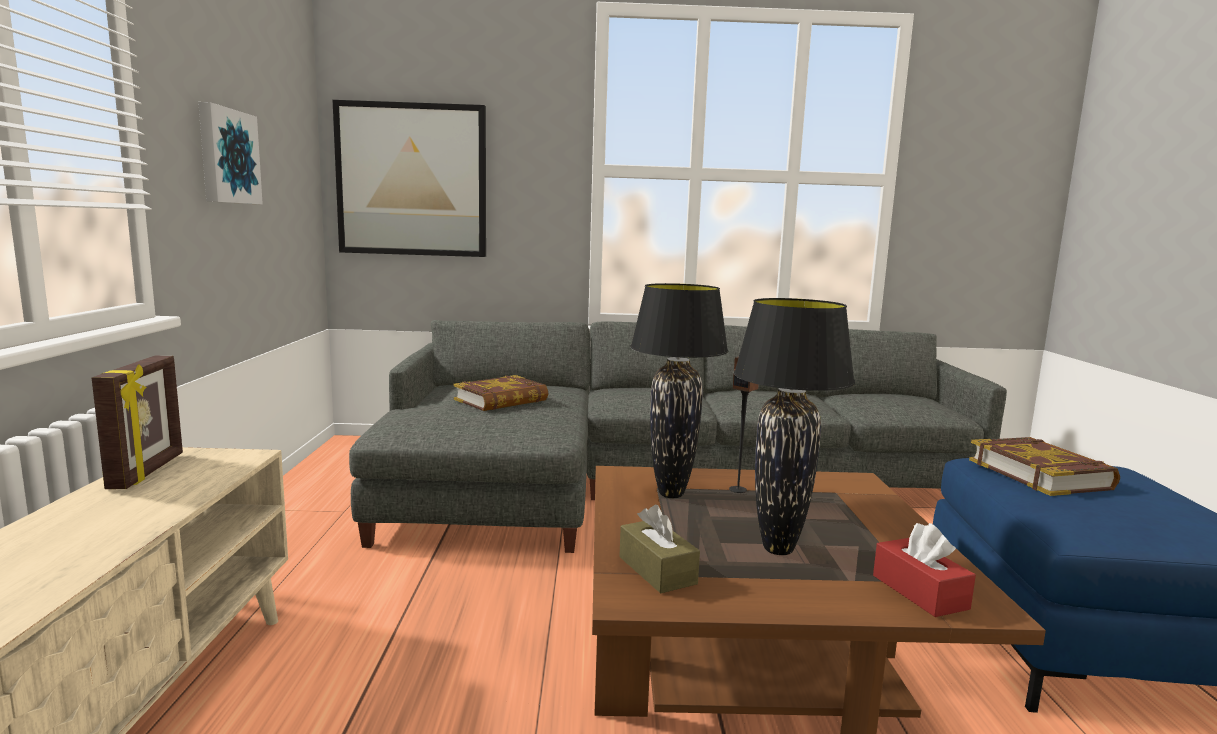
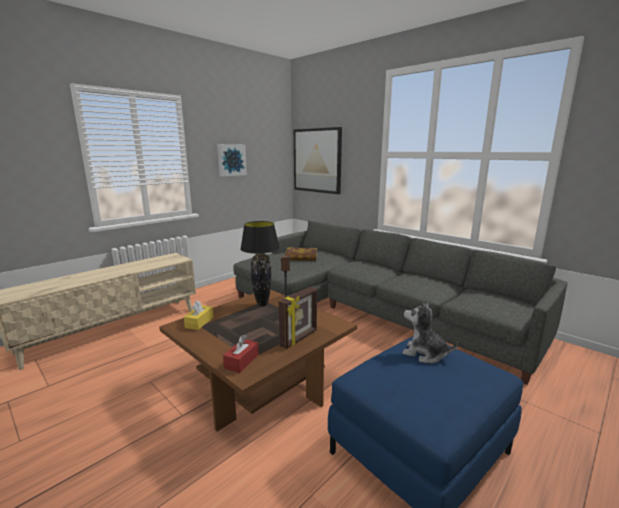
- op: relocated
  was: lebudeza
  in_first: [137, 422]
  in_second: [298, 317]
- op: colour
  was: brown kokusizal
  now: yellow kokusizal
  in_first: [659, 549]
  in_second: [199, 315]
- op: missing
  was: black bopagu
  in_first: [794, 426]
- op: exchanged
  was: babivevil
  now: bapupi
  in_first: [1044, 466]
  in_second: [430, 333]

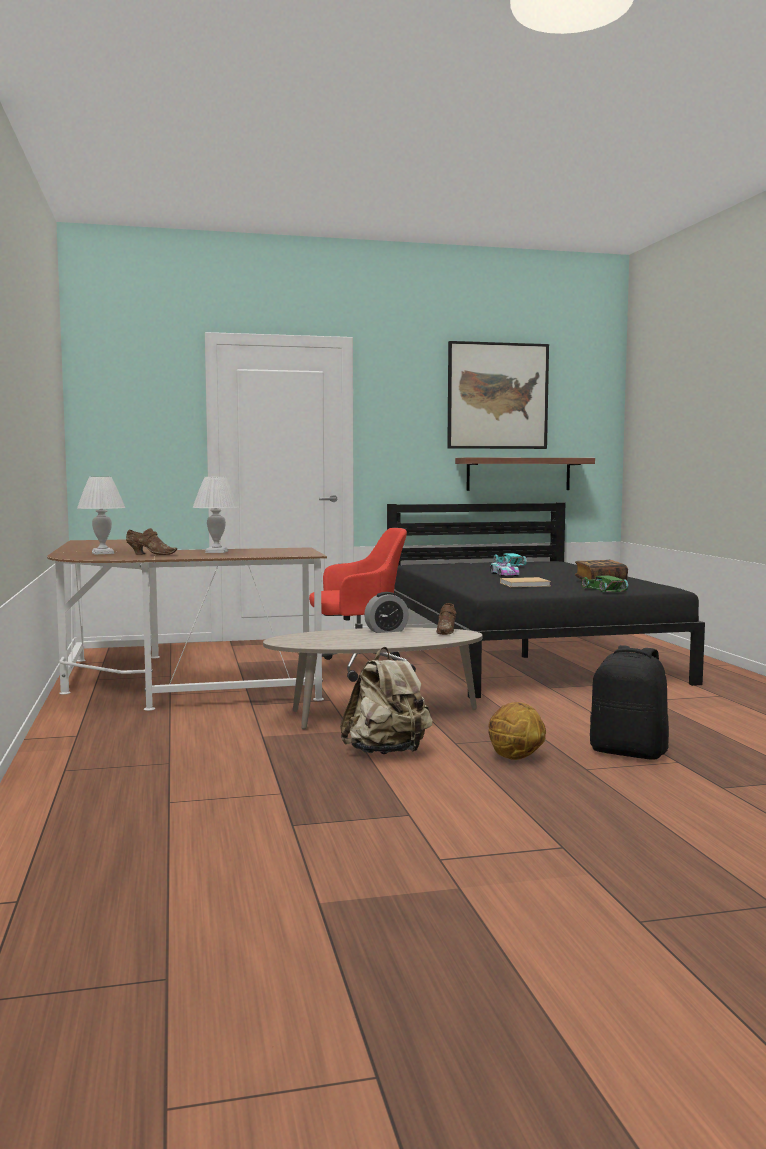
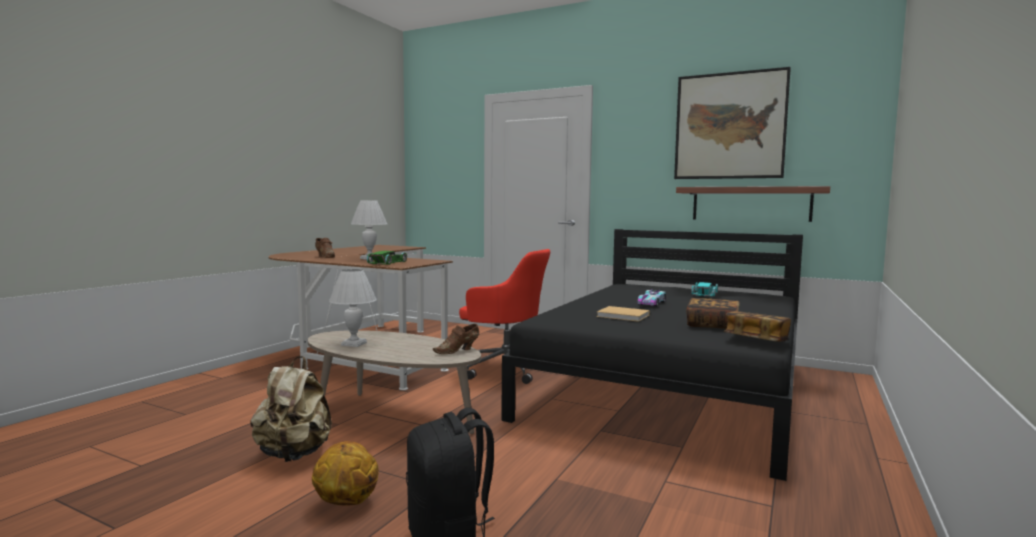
- op: relocated
  was: white bopagu
  in_first: [101, 515]
  in_second: [353, 308]
- op: missing
  was: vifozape
  in_first: [386, 612]
- op: relocated
  was: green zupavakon
  in_first: [604, 583]
  in_second: [386, 258]
- op: appeared
  now: babivevil
  in_second: [757, 326]

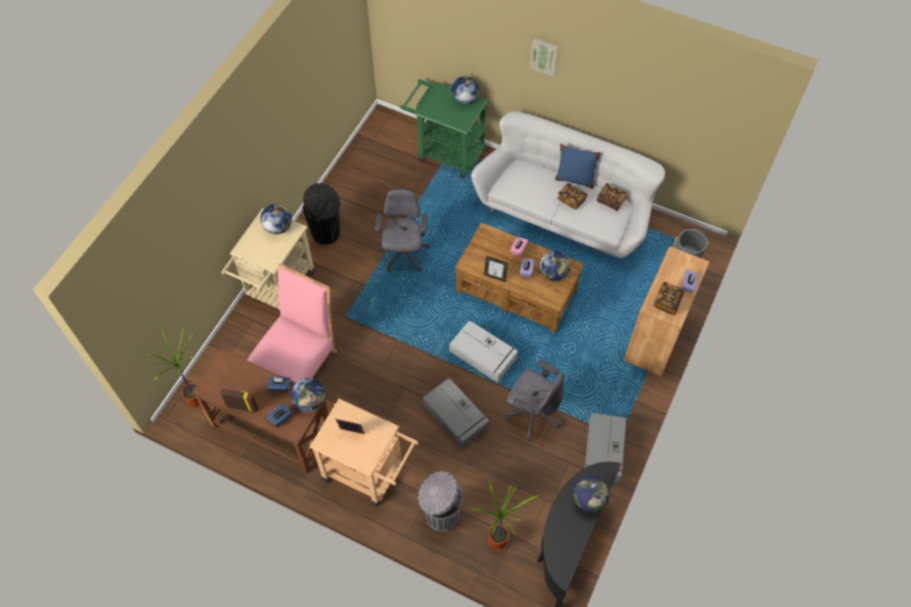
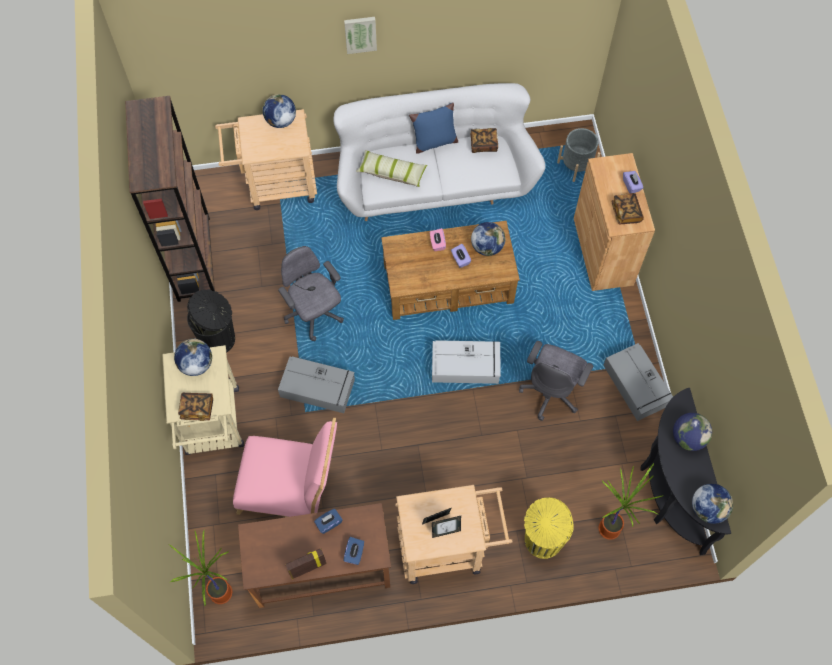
- op: spun
  was: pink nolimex
  in_first: [292, 323]
  in_second: [285, 467]
  clockwise: 105
- op: relocated
  was: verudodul
  in_first: [308, 395]
  in_second: [712, 504]
- op: colour
  was: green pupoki
  now: beige pupoki
  in_first: [444, 128]
  in_second: [266, 159]
- op: colour
  was: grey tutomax
  now: yellow tutomax
  in_first: [440, 501]
  in_second: [549, 528]
- op: relocated
  was: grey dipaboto
  in_first: [456, 413]
  in_second: [316, 384]
- op: relocated
  was: lebudeza
  in_first: [496, 269]
  in_second: [446, 527]
- op: spun
  was: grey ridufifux
  in_first: [534, 401]
  in_second: [556, 381]
  clockwise: 120
- op: relocated
  was: babivevil
  in_first: [572, 196]
  in_second: [195, 407]
- op: appeared
  now: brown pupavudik
  in_second: [170, 199]
- op: appeared
  now: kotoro
  in_second: [391, 168]

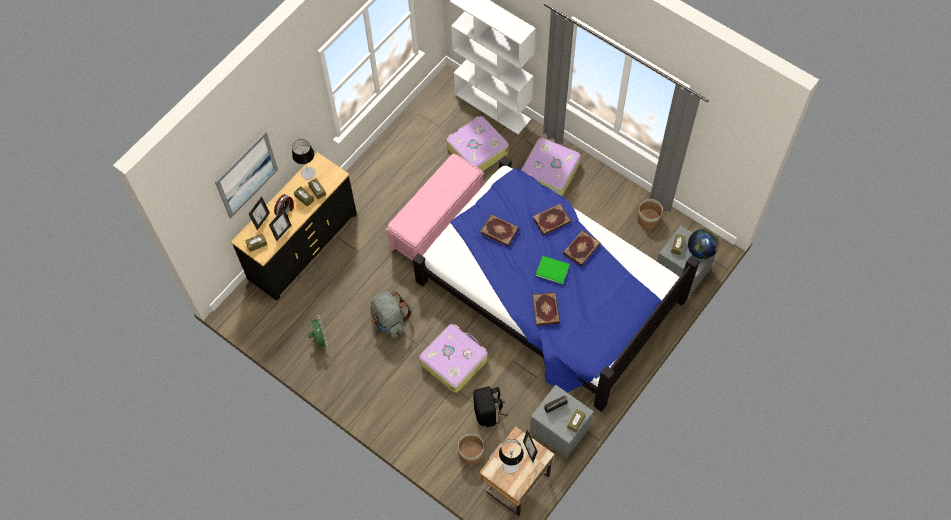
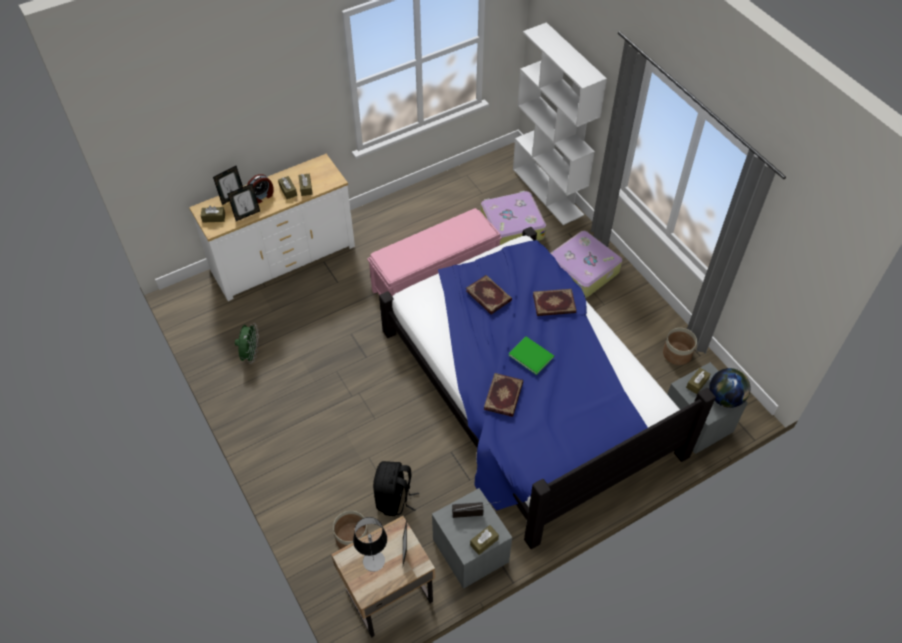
- op: missing
  was: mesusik
  in_first: [246, 174]
- op: colour
  was: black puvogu
  now: white puvogu
  in_first: [294, 226]
  in_second: [272, 227]
- op: missing
  was: bopagu
  in_first: [304, 159]
- op: missing
  was: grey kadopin
  in_first: [391, 314]
- op: missing
  was: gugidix
  in_first: [453, 358]
- op: missing
  was: babivevil
  in_first: [581, 248]

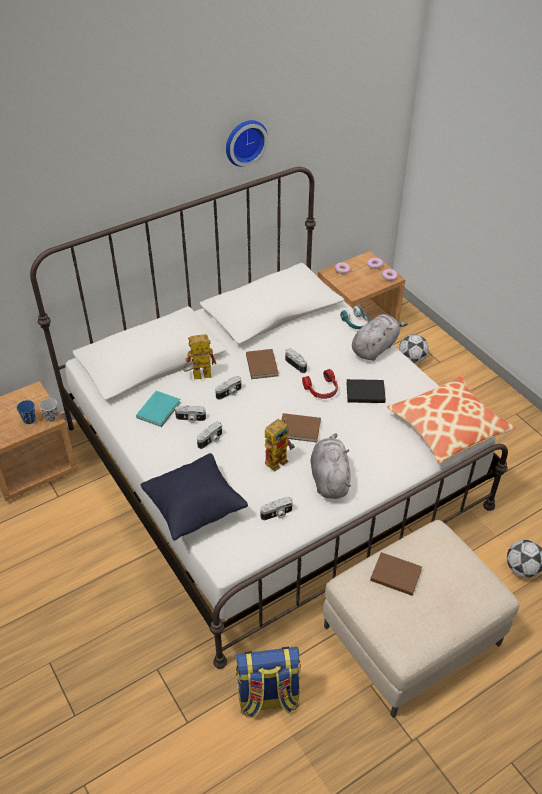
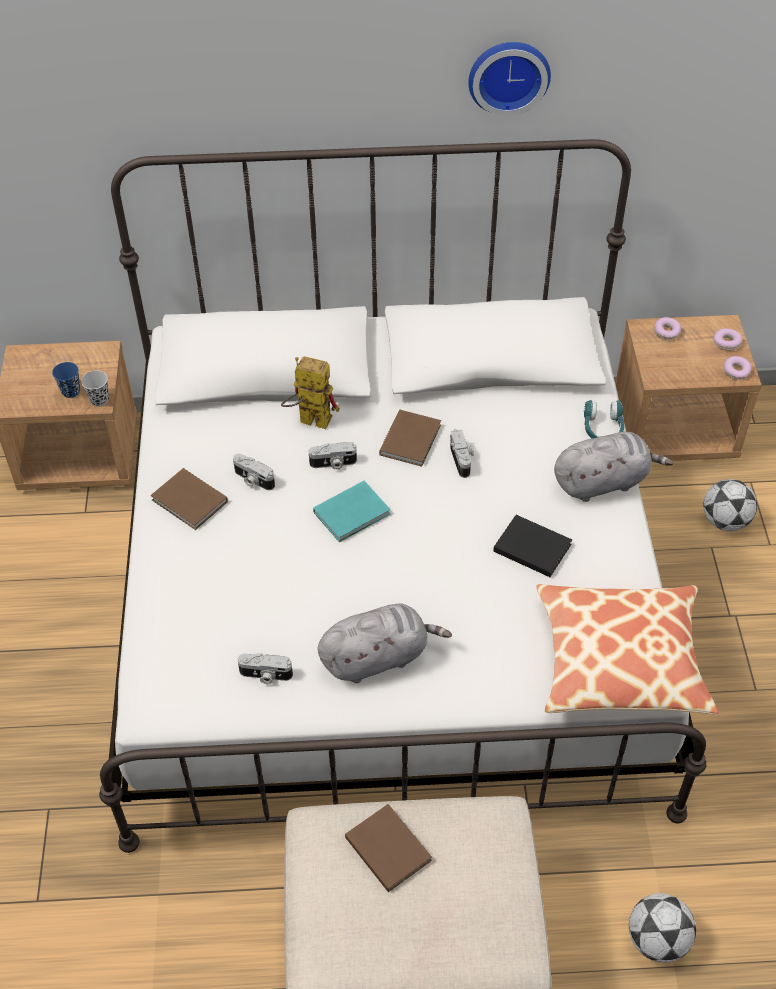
- op: relocated
  was: turquoise babivevil
  in_first: [158, 409]
  in_second: [352, 512]
- op: missing
  was: black kotoro
  in_first: [194, 497]
- op: missing
  was: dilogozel
  in_first: [209, 435]
- op: missing
  was: kadopin
  in_first: [268, 683]
- op: missing
  was: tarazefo
  in_first: [280, 445]
- op: relocated
  was: brown babivevil
  in_first: [301, 427]
  in_second: [189, 499]
- op: missing
  was: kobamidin
  in_first: [320, 384]
- op: spun
  was: grey bapupi
  in_first: [330, 466]
  in_second: [385, 643]
  clockwise: 45

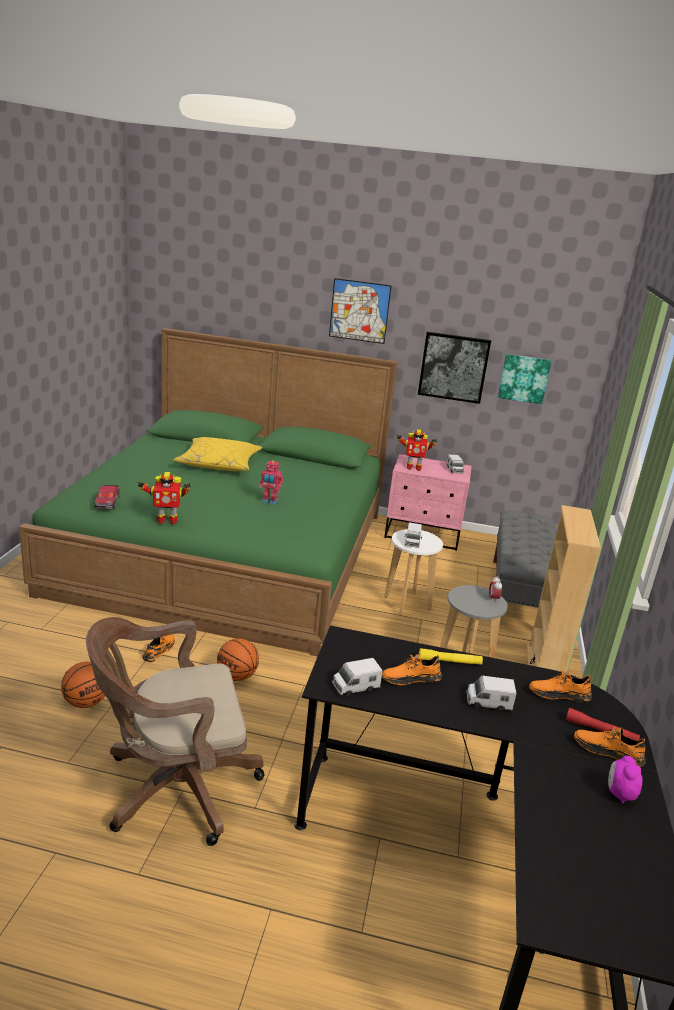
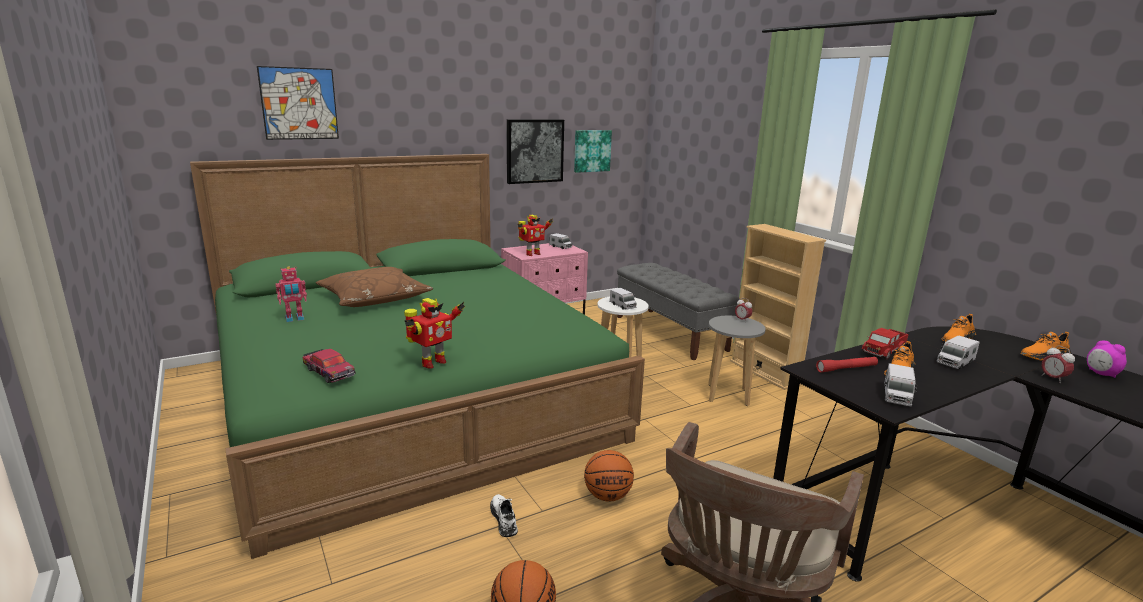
- op: colour
  was: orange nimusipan
  now: white nimusipan
  in_first: [158, 648]
  in_second: [504, 515]
- op: colour
  was: yellow kotoro
  now: brown kotoro
  in_first: [218, 454]
  in_second: [374, 287]
- op: relocated
  was: tarazefo
  in_first: [271, 482]
  in_second: [291, 294]
- op: relocated
  was: mesusik
  in_first: [360, 311]
  in_second: [298, 103]
- op: exchanged
  was: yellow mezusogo
  now: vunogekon
  in_first: [451, 656]
  in_second: [885, 344]
- op: relocated
  was: red mezusogo
  in_first: [603, 724]
  in_second: [847, 365]
- op: appeared
  now: vifozape
  in_second: [1058, 364]

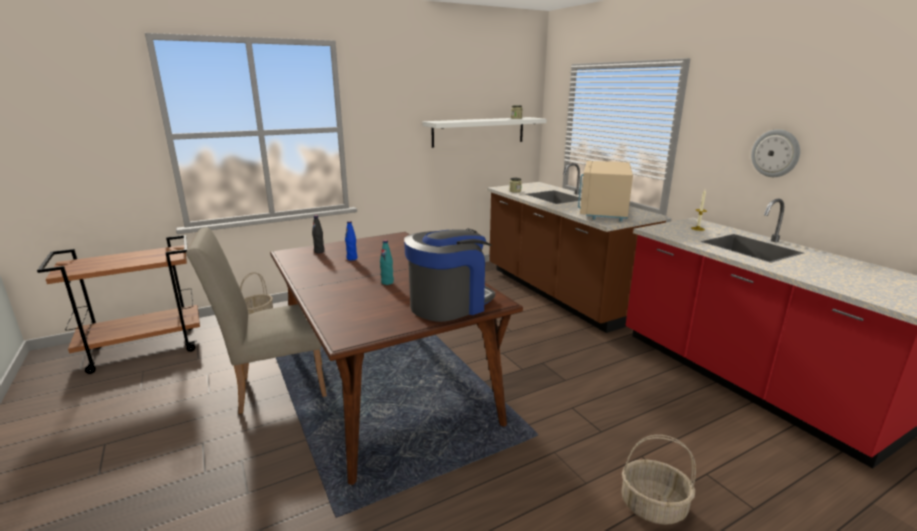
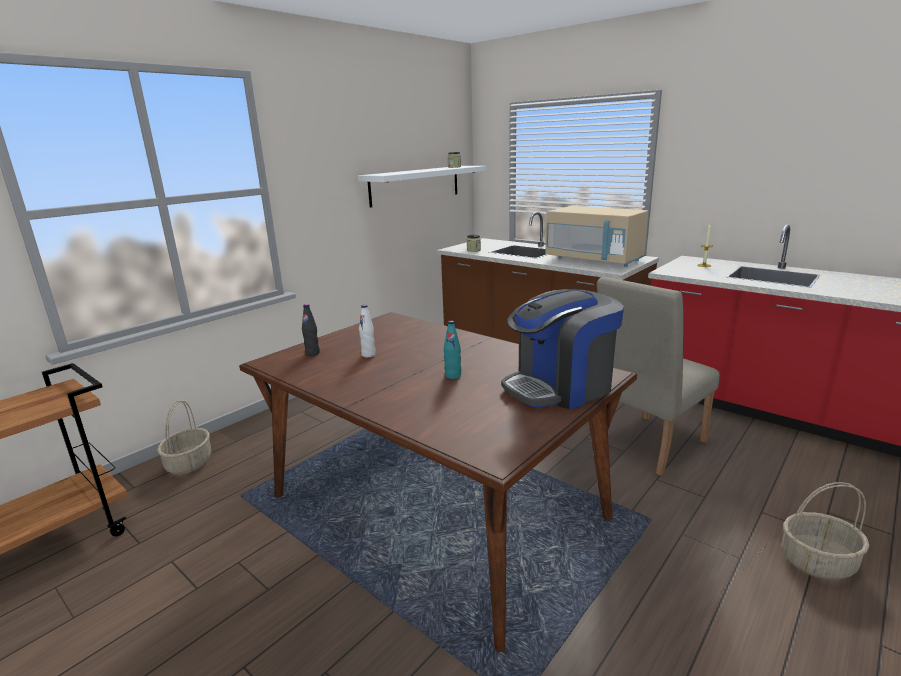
- op: relocated
  was: beige nolimex
  in_first: [256, 320]
  in_second: [658, 376]
- op: colour
  was: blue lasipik
  now: white lasipik
  in_first: [351, 241]
  in_second: [367, 331]
- op: spun
  was: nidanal
  in_first: [449, 275]
  in_second: [562, 349]
  clockwise: -150
- op: spun
  was: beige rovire
  in_first: [605, 191]
  in_second: [596, 236]
  clockwise: -45
- op: missing
  was: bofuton
  in_first: [775, 153]

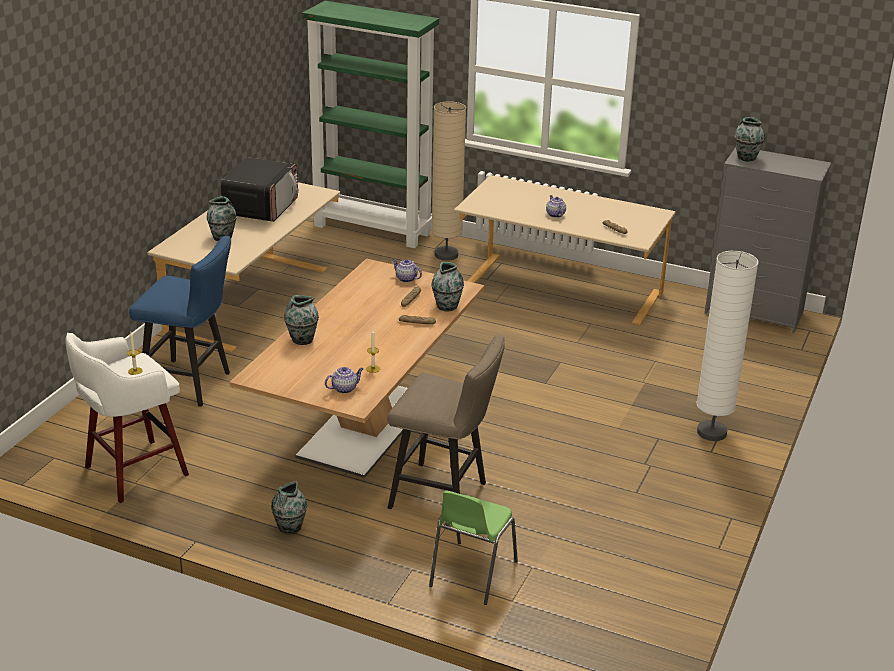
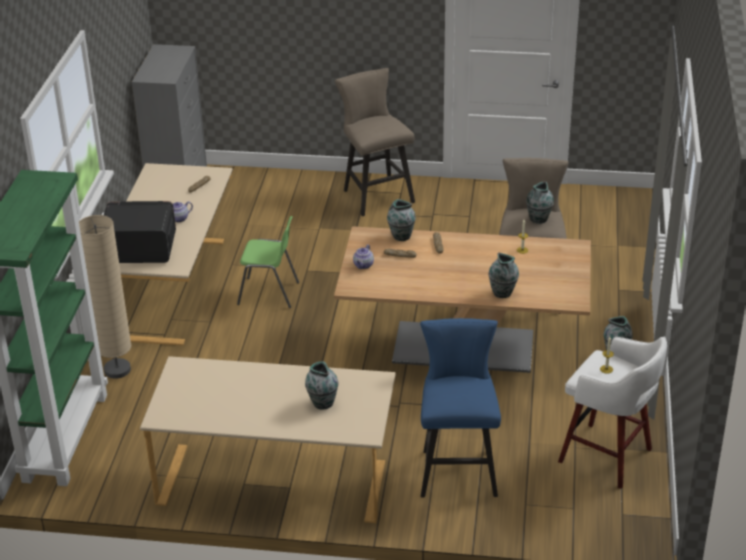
- op: relocated
  was: rovire
  in_first: [259, 189]
  in_second: [140, 232]
- op: missing
  was: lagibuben
  in_first: [344, 380]
- op: relocated
  was: green nolimex
  in_first: [473, 548]
  in_second: [268, 262]
- op: exchanged
  was: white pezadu
  now: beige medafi
  in_first: [727, 346]
  in_second: [375, 142]
- op: relocated
  was: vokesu
  in_first: [749, 139]
  in_second: [540, 202]

